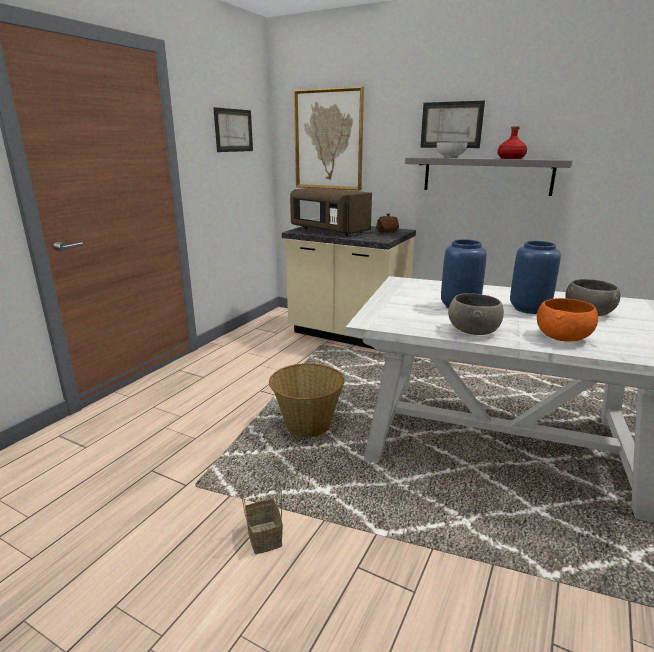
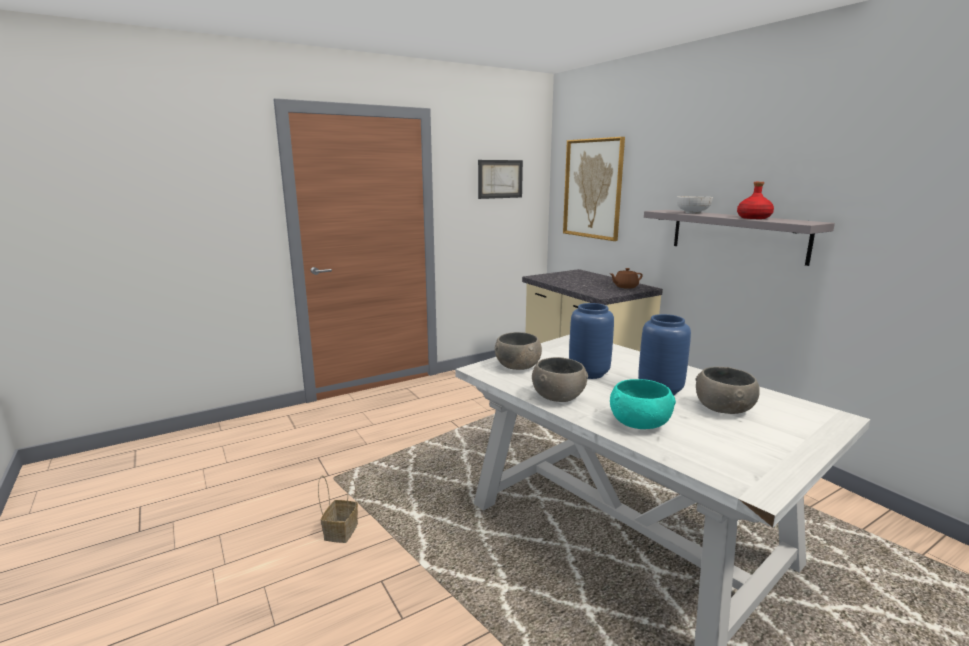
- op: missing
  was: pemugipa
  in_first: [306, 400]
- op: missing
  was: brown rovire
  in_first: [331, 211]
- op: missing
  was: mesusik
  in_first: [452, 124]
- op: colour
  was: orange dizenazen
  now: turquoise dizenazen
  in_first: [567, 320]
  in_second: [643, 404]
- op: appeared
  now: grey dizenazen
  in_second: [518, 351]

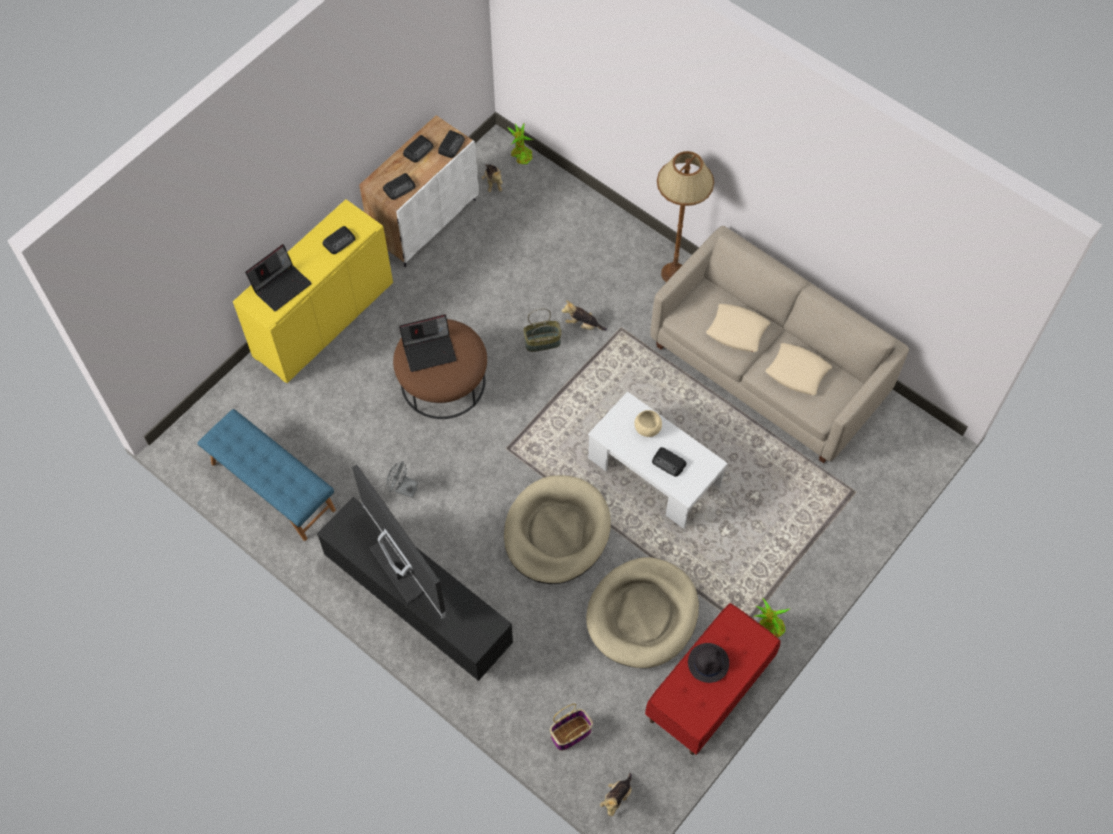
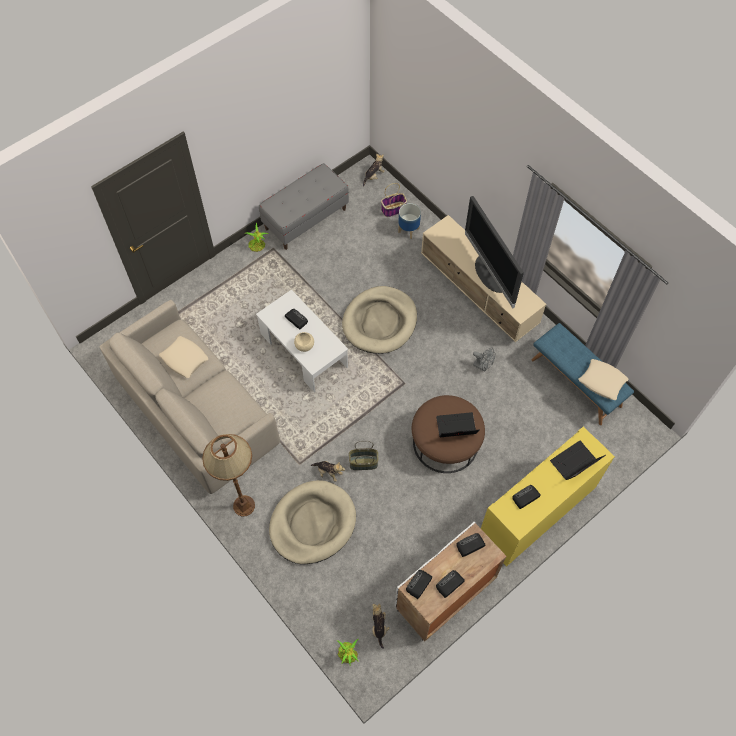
- op: colour
  was: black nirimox
  now: beige nirimox
  in_first: [415, 589]
  in_second: [483, 278]
- op: relocated
  was: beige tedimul
  in_first: [642, 612]
  in_second: [312, 522]
- op: colour
  was: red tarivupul
  now: grey tarivupul
  in_first: [713, 679]
  in_second: [304, 206]
- op: missing
  was: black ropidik
  in_first: [708, 663]
- op: relocated
  was: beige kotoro
  in_first: [738, 328]
  in_second: [603, 379]
- op: appeared
  now: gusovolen
  in_second: [409, 221]

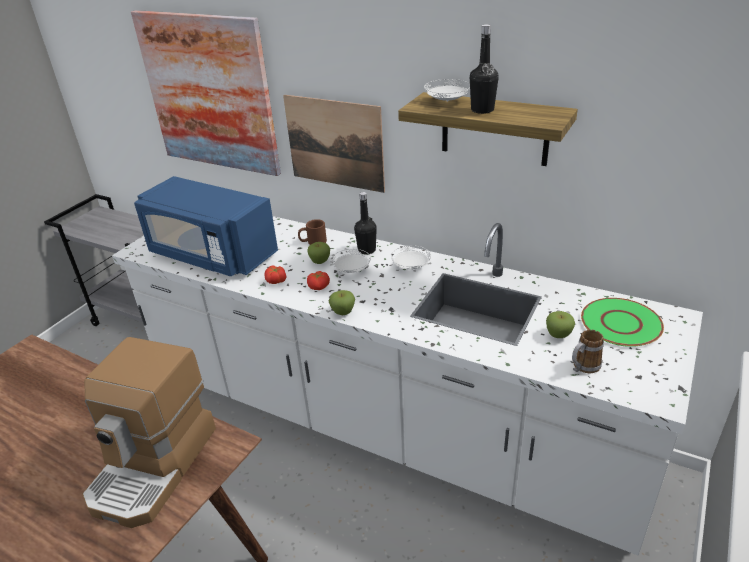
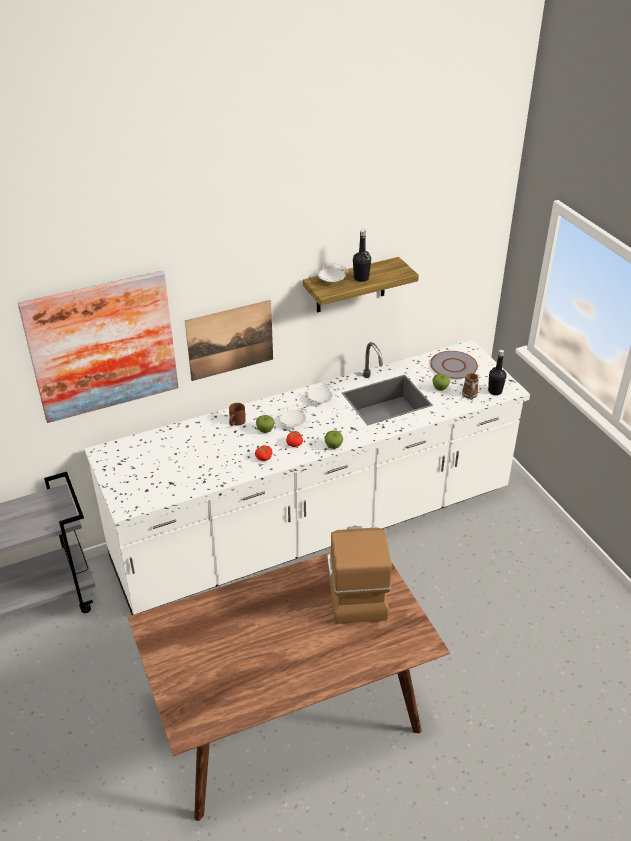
- op: spun
  was: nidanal
  in_first: [149, 432]
  in_second: [359, 575]
  clockwise: -150
- op: missing
  was: blue rovire
  in_first: [206, 226]
- op: relocated
  was: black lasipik
  in_first: [365, 223]
  in_second: [497, 372]
- op: colour
  was: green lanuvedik
  now: grey lanuvedik
  in_first: [622, 322]
  in_second: [454, 365]

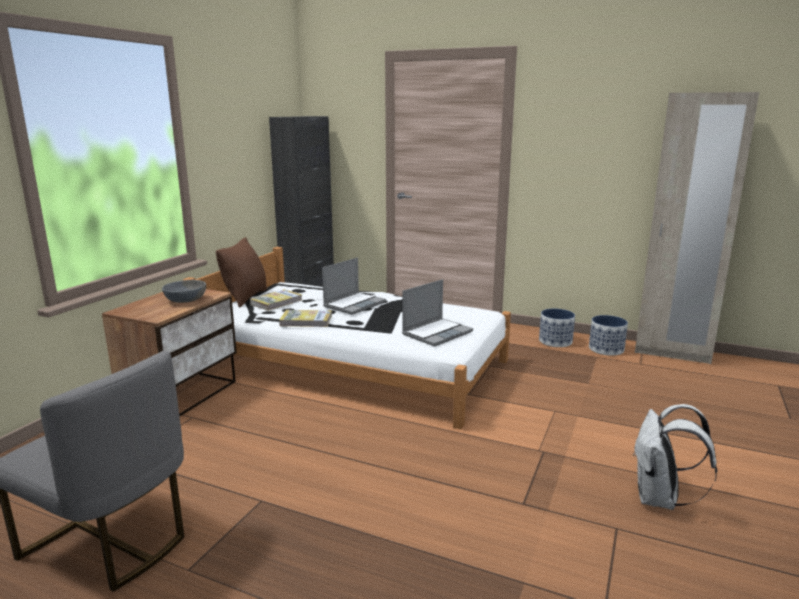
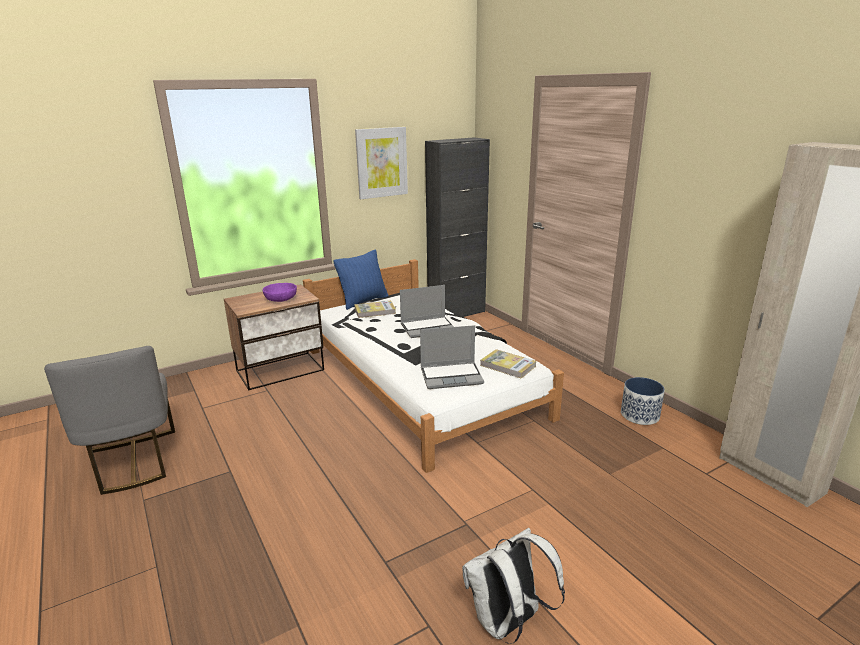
- op: colour
  was: grey dizenazen
  now: purple dizenazen
  in_first: [184, 291]
  in_second: [279, 292]
- op: colour
  was: brown kotoro
  now: blue kotoro
  in_first: [241, 272]
  in_second: [360, 279]
- op: relocated
  was: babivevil
  in_first: [305, 318]
  in_second: [508, 364]
- op: missing
  was: gusovolen
  in_first: [608, 335]
- op: appeared
  now: mesusik
  in_second: [381, 163]

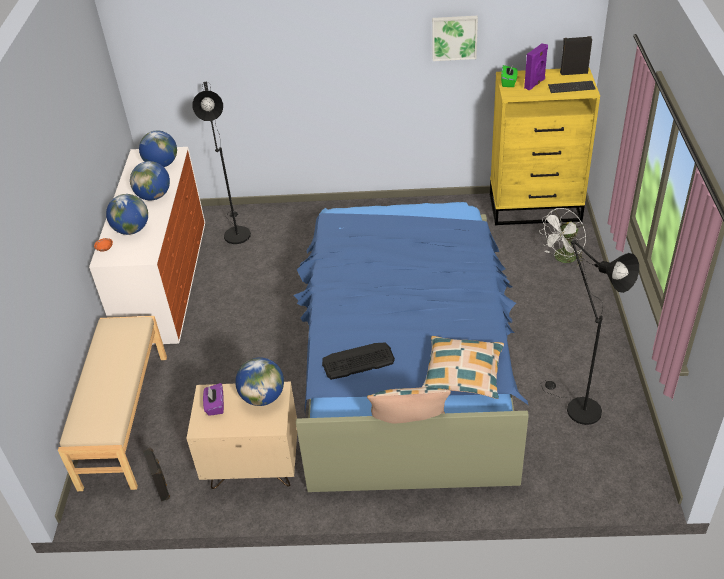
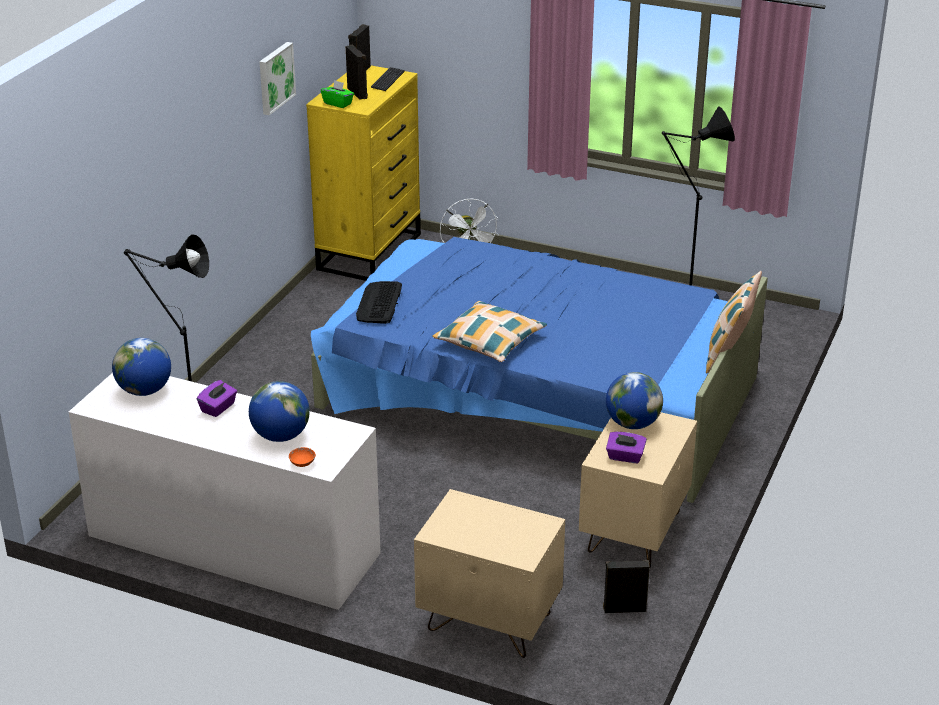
- op: exchanged
  was: beige tarivupul
  now: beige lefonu
  in_first: [112, 403]
  in_second: [489, 573]
- op: exchanged
  was: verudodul
  now: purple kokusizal
  in_first: [150, 180]
  in_second: [217, 398]
- op: relocated
  was: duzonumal
  in_first: [358, 361]
  in_second: [379, 302]
- op: relocated
  was: kotoro
  in_first: [463, 367]
  in_second: [489, 331]
- op: colour
  was: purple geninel
  now: black geninel
  in_first: [536, 67]
  in_second: [357, 72]

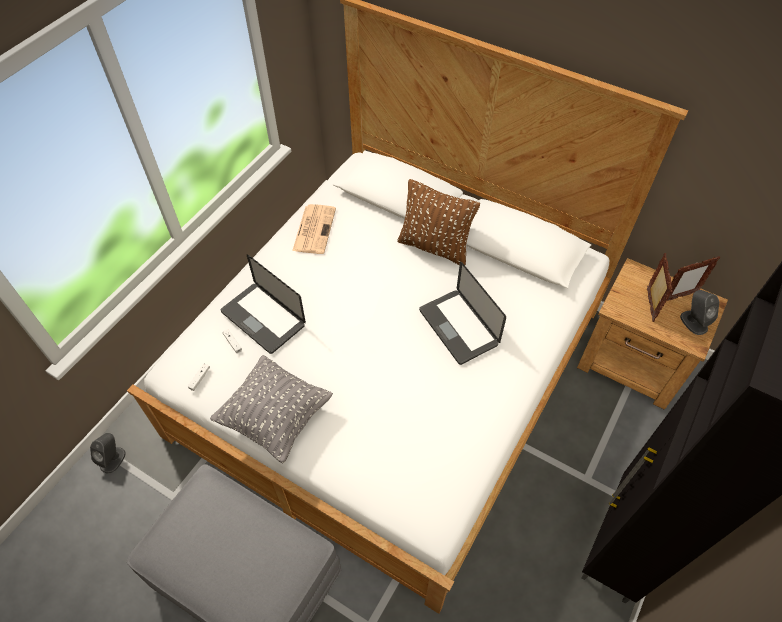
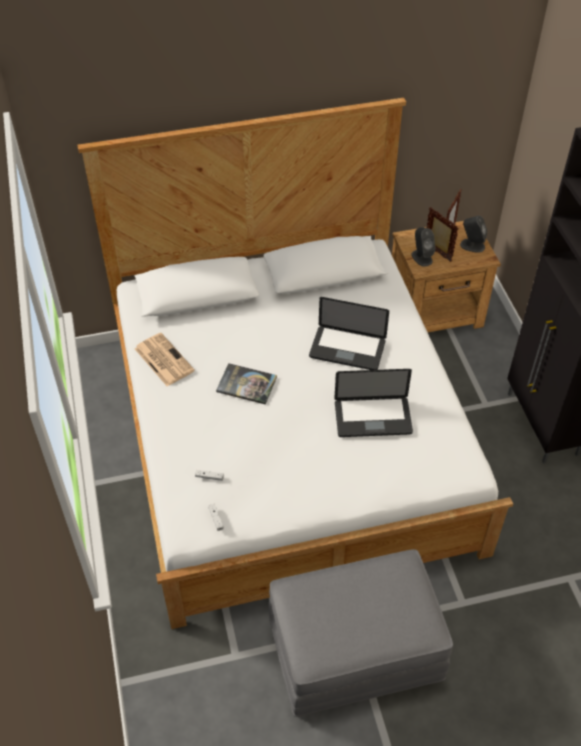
- op: relocated
  was: grey geninel
  in_first: [108, 453]
  in_second: [423, 247]
- op: missing
  was: grey kotoro
  in_first: [271, 409]
- op: relocated
  was: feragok
  in_first: [263, 304]
  in_second: [373, 403]
- op: missing
  was: brown kotoro
  in_first: [438, 222]
- op: appeared
  now: babivevil
  in_second: [246, 384]

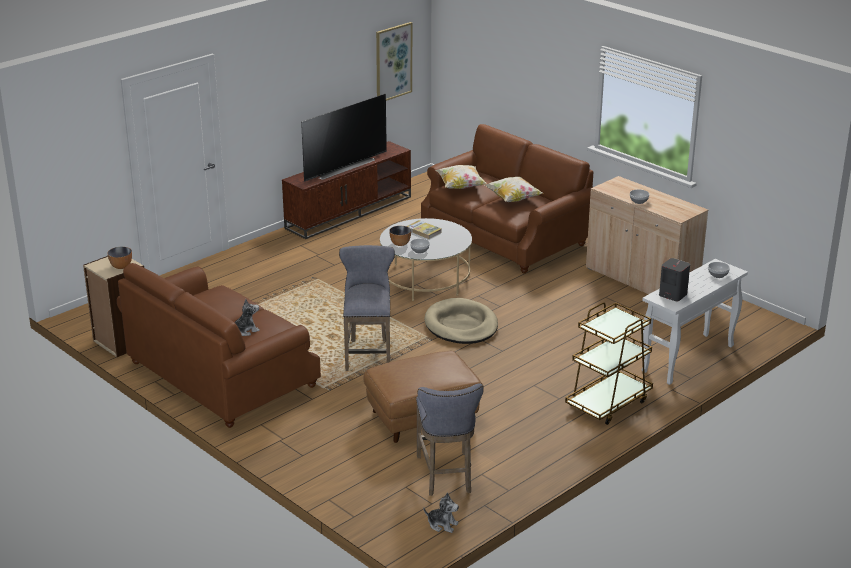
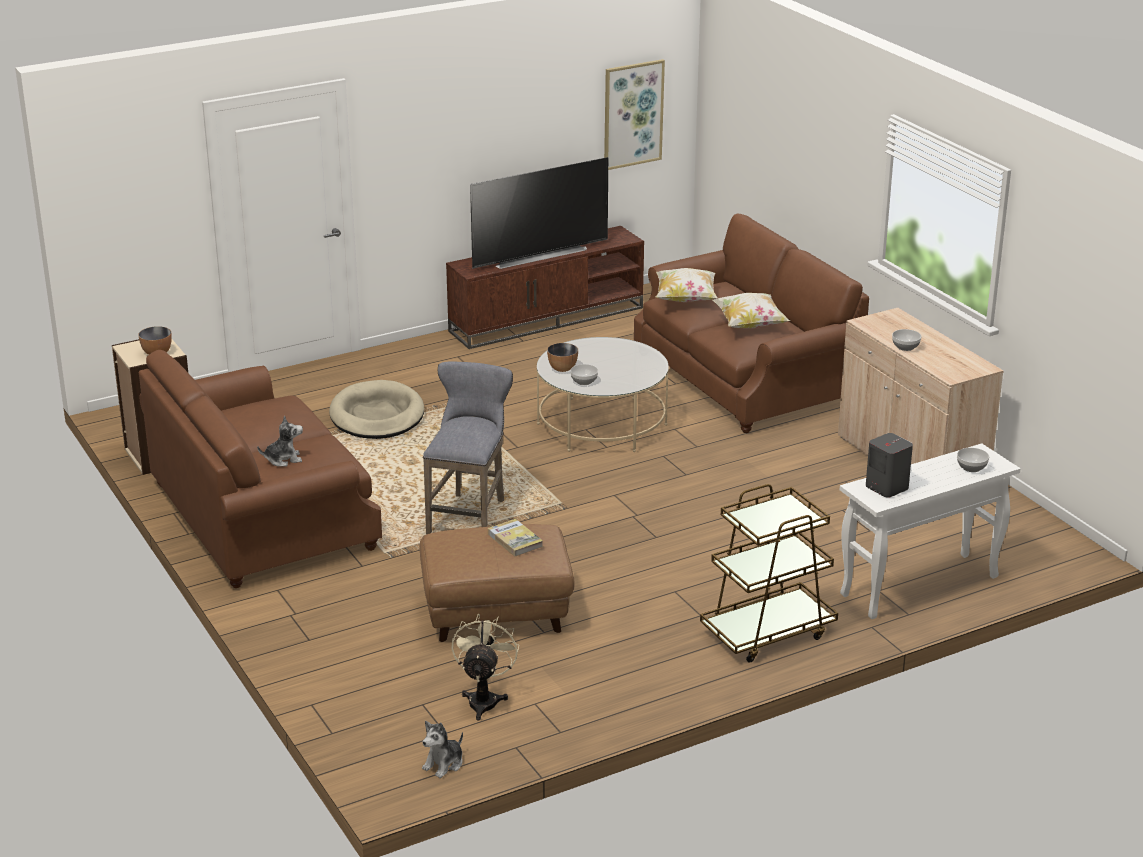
- op: relocated
  was: babivevil
  in_first: [424, 229]
  in_second: [515, 537]
- op: exchanged
  was: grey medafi
  now: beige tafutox
  in_first: [449, 439]
  in_second: [485, 667]
- op: relocated
  was: beige tedimul
  in_first: [461, 321]
  in_second: [376, 409]
- op: spun
  was: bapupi
  in_first: [441, 512]
  in_second: [442, 749]
  clockwise: 90

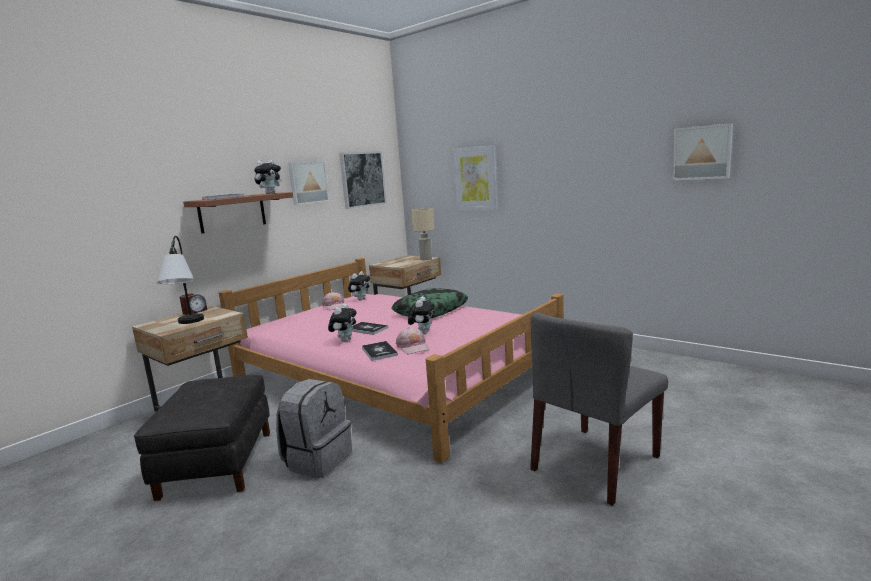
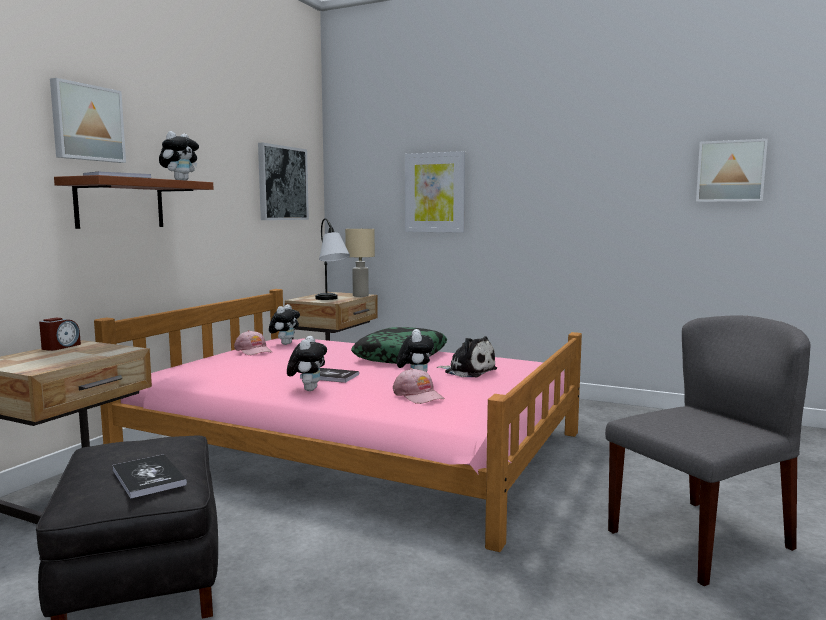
- op: relocated
  was: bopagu
  in_first: [180, 280]
  in_second: [332, 259]
- op: missing
  was: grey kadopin
  in_first: [314, 428]
- op: relocated
  was: mesusik
  in_first: [309, 183]
  in_second: [88, 120]
- op: relocated
  was: babivevil
  in_first: [380, 351]
  in_second: [149, 476]
- op: spun
  was: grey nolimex
  in_first: [599, 409]
  in_second: [708, 450]
  clockwise: -150
- op: appeared
  now: bapupi
  in_second: [467, 356]

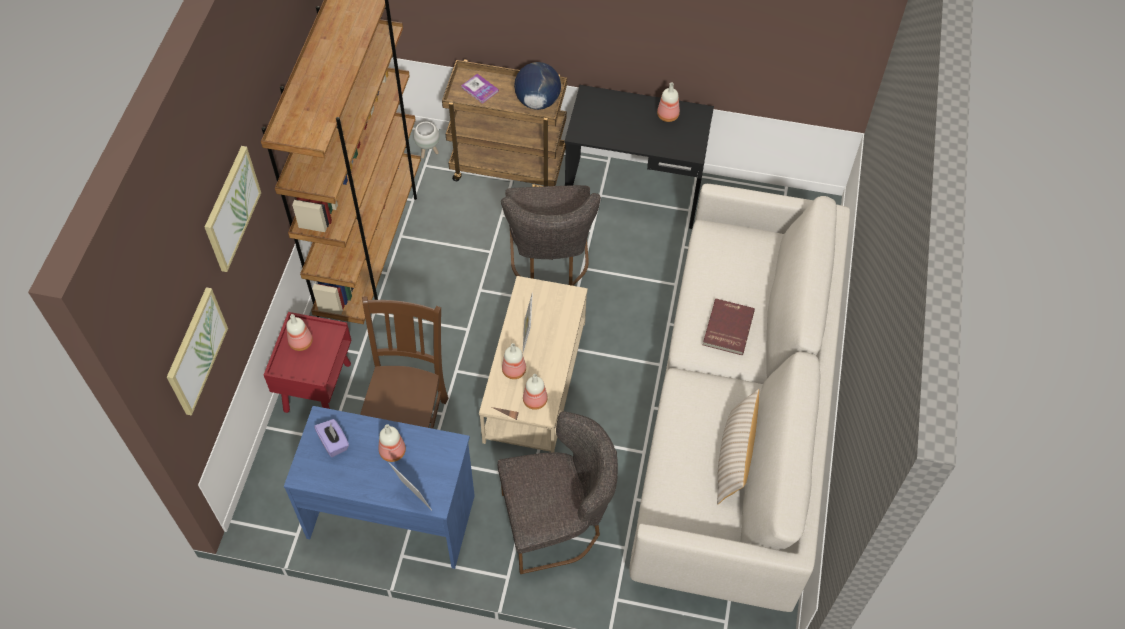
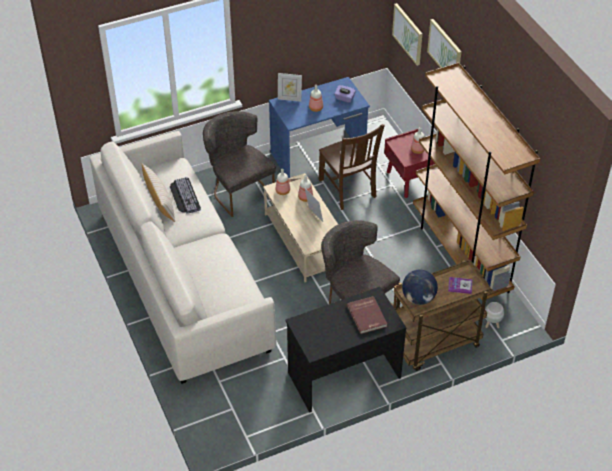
- op: spun
  was: grey nolimex
  in_first: [558, 492]
  in_second: [239, 164]
  clockwise: 105
- op: missing
  was: lasipik
  in_first: [668, 102]
- op: relocated
  was: red babivevil
  in_first: [729, 326]
  in_second: [367, 315]
- op: appeared
  now: duzonumal
  in_second: [185, 195]

